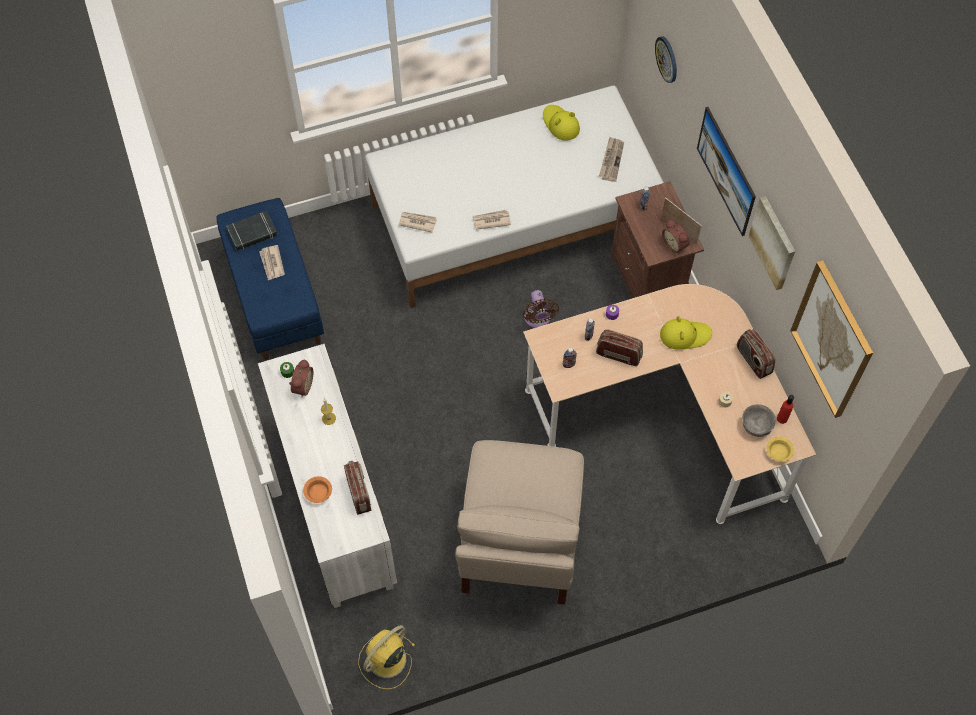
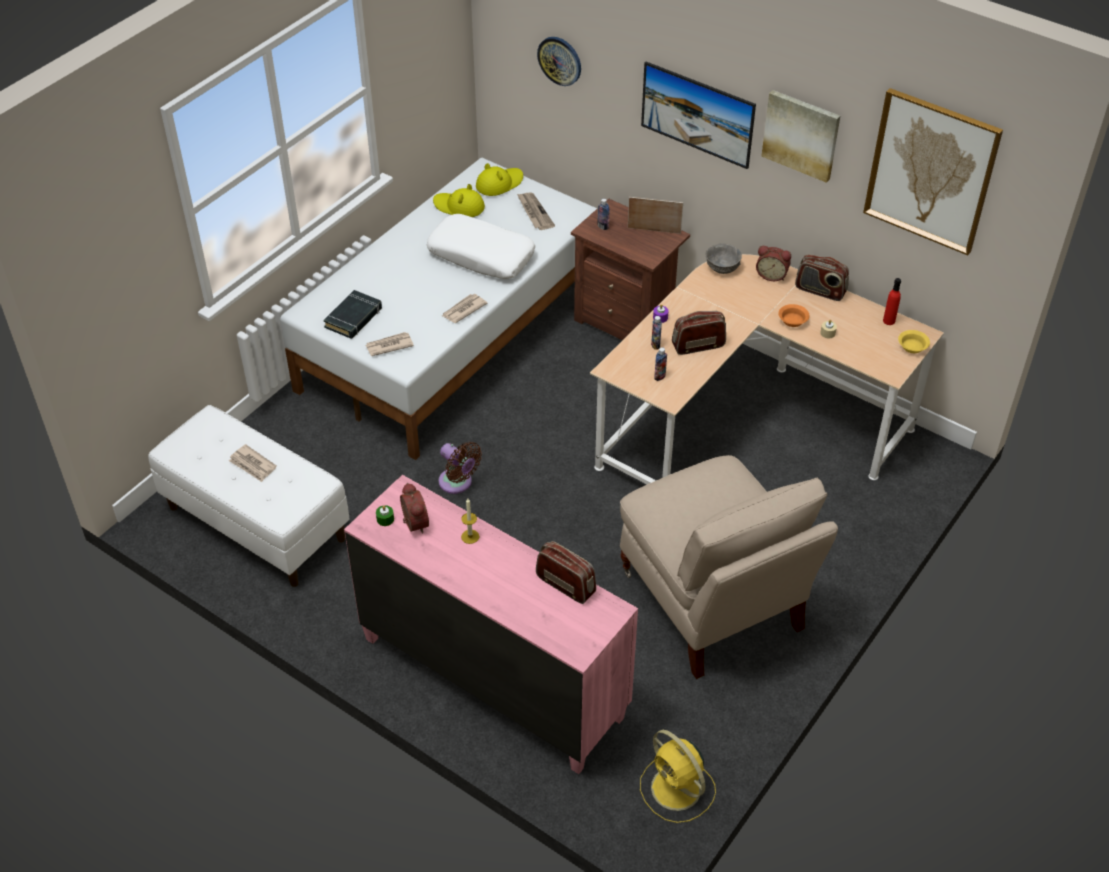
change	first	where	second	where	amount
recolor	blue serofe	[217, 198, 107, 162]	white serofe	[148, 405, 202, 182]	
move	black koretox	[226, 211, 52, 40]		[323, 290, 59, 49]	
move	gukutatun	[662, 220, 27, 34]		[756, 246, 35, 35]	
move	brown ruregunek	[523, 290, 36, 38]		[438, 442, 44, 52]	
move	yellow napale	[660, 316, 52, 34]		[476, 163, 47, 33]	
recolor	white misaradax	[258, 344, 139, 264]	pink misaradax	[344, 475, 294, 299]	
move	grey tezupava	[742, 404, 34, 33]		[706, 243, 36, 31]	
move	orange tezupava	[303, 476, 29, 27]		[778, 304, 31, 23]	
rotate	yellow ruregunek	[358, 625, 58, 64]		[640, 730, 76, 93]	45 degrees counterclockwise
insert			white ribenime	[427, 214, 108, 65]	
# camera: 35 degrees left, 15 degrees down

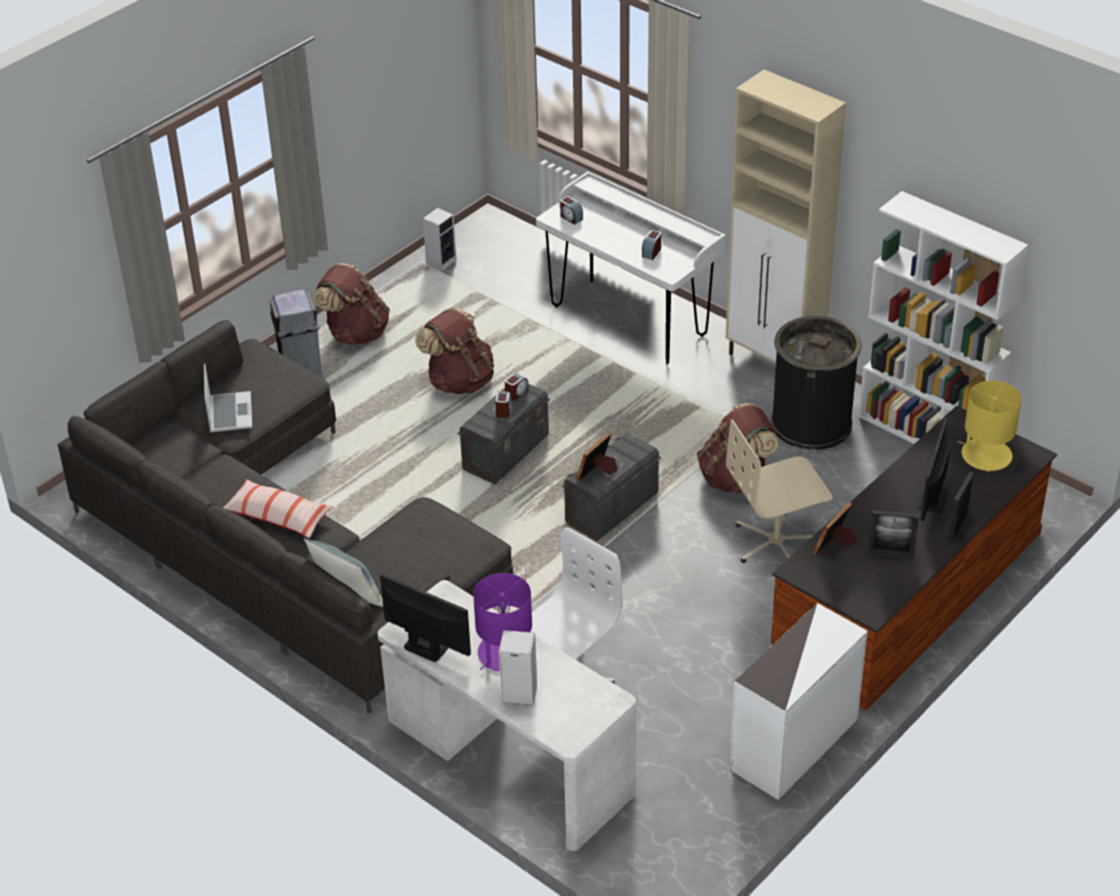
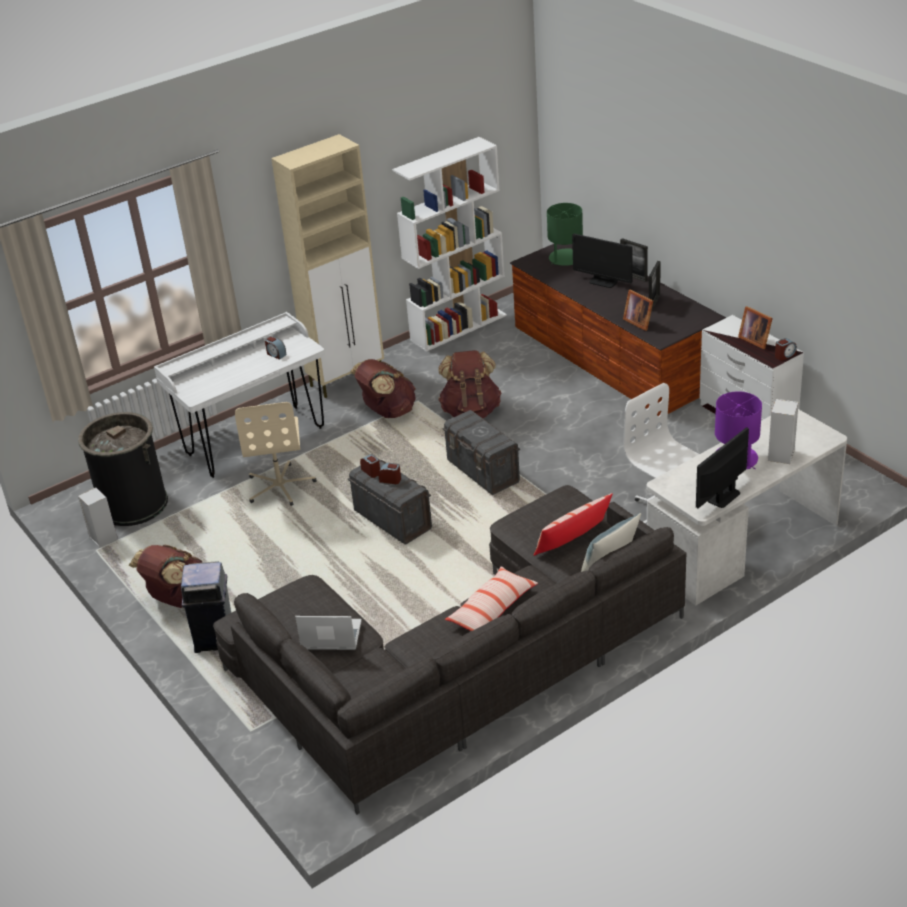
change	first	where	second	where	amount
move	gukutatun	[560, 196, 23, 29]		[775, 338, 22, 23]	
move	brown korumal	[415, 308, 79, 86]		[350, 359, 66, 59]	
move	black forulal	[771, 316, 91, 134]		[78, 412, 90, 114]	
recolor	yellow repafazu	[957, 381, 65, 91]	green repafazu	[547, 203, 36, 63]	
move	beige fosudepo	[726, 419, 107, 144]		[235, 402, 81, 104]	
move	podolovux	[576, 432, 42, 50]		[738, 306, 35, 43]	
insert			ribenime	[534, 493, 79, 63]	
# camera: 75 degrees left, 5 degrees down

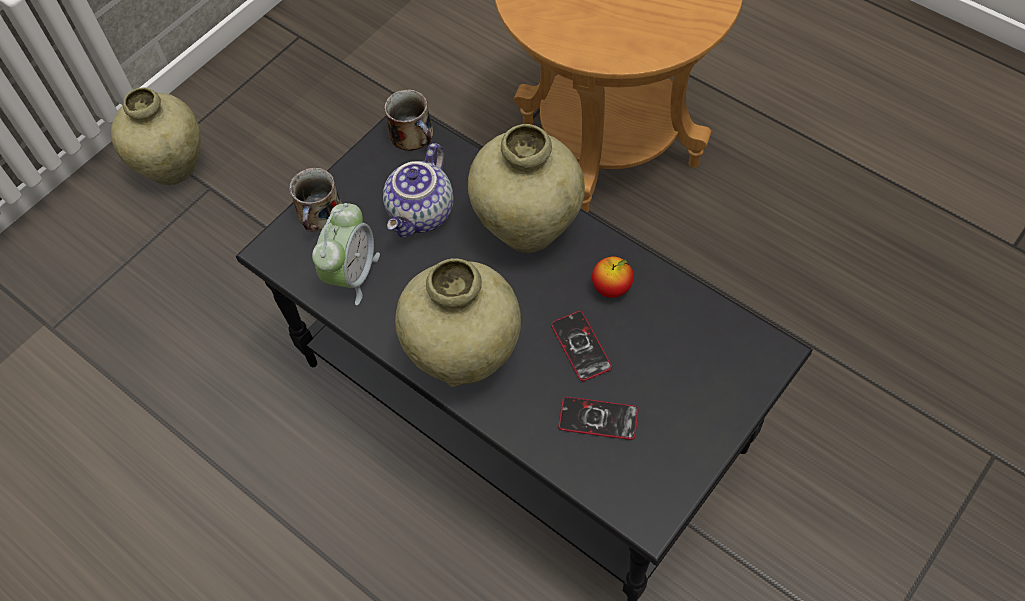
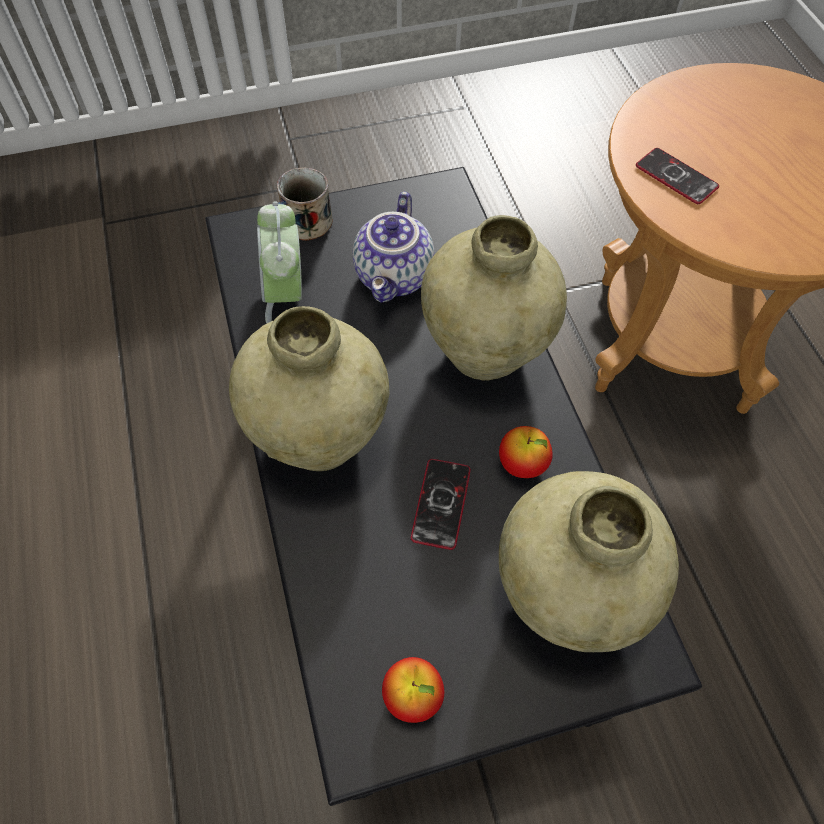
change	first	where	second	where	amount
move	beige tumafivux	[111, 87, 90, 98]		[499, 471, 180, 181]	
delete	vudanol	[384, 90, 49, 61]			
rotate	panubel	[383, 143, 71, 94]		[353, 192, 81, 111]	45 degrees counterclockwise
rotate	gukutatun	[312, 203, 68, 102]		[257, 201, 45, 122]	120 degrees clockwise
move	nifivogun	[558, 397, 81, 43]		[636, 148, 83, 56]	
insert			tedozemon	[382, 657, 62, 66]	
# camera: 30 degrees right, 0 degrees up

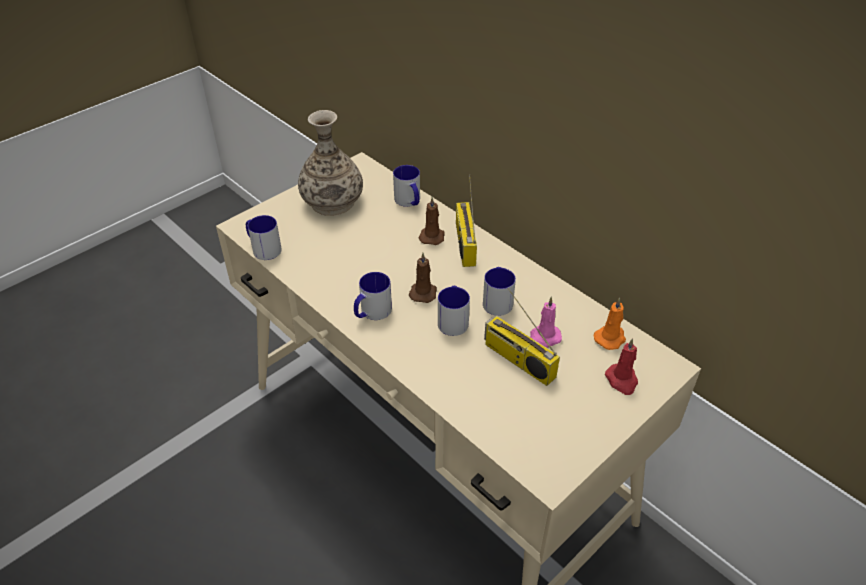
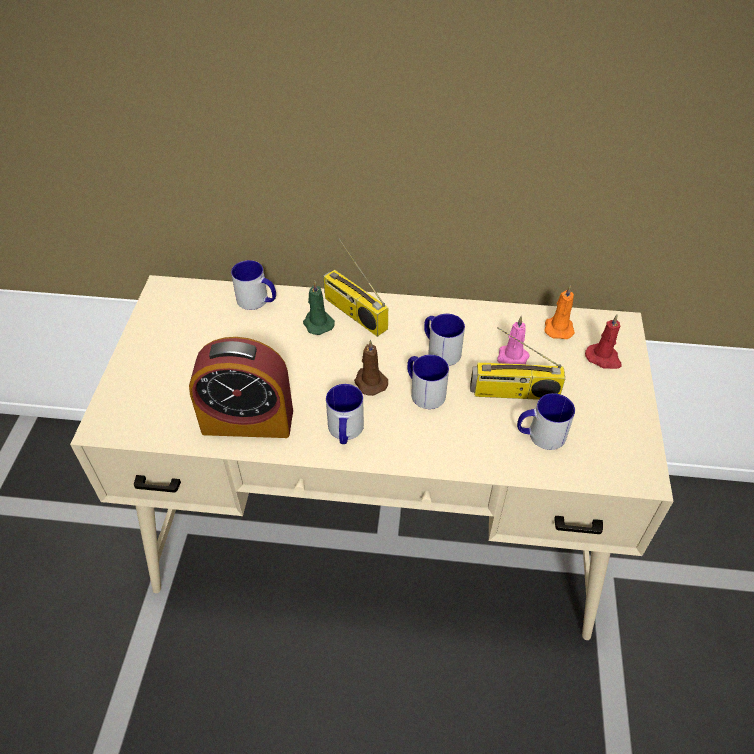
change	first	where	second	where	amount
delete	tumafivux	[298, 110, 65, 106]			
recolor	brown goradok	[419, 197, 26, 48]	green goradok	[303, 281, 32, 54]	
move	vudanol	[246, 215, 36, 45]		[517, 393, 58, 57]	
insert			gukutatun	[189, 337, 104, 101]	
# camera: 40 degrees left, 5 degrees up

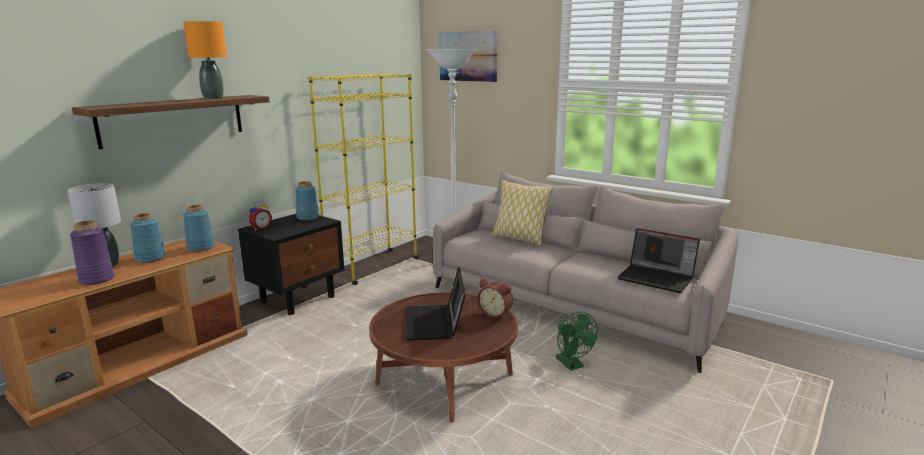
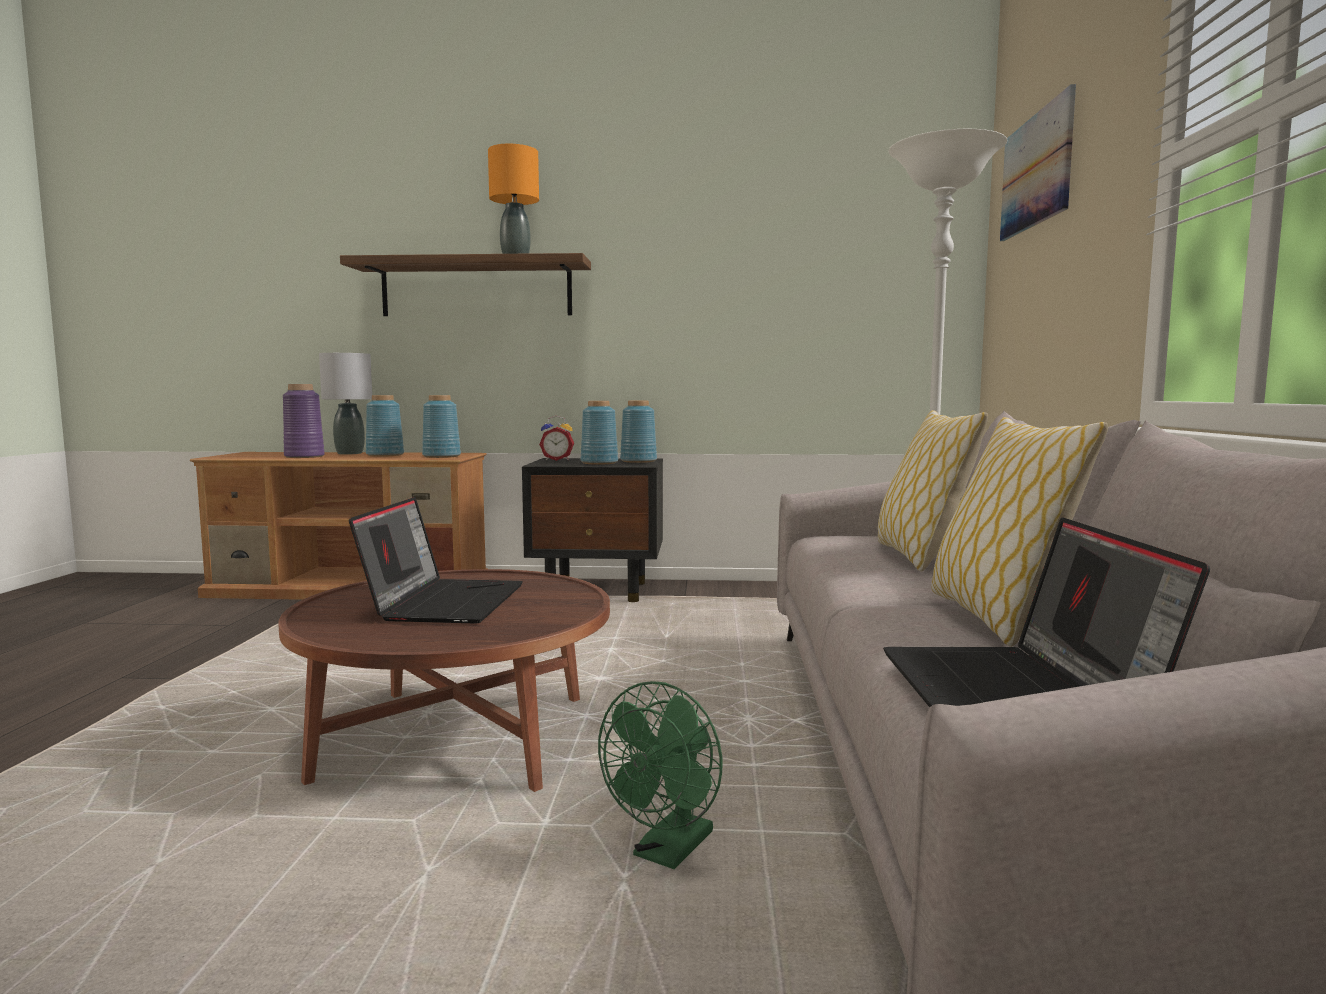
change	first	where	second	where	amount
delete	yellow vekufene	[309, 73, 110, 212]			
rotate	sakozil	[405, 267, 61, 73]		[349, 497, 174, 126]	135 degrees clockwise
delete	gukutatun	[477, 278, 36, 40]			
insert			blue tumafivux	[580, 401, 38, 64]	
insert			ribenime	[931, 417, 177, 230]	
# camera: 55 degrees right, 10 degrees down

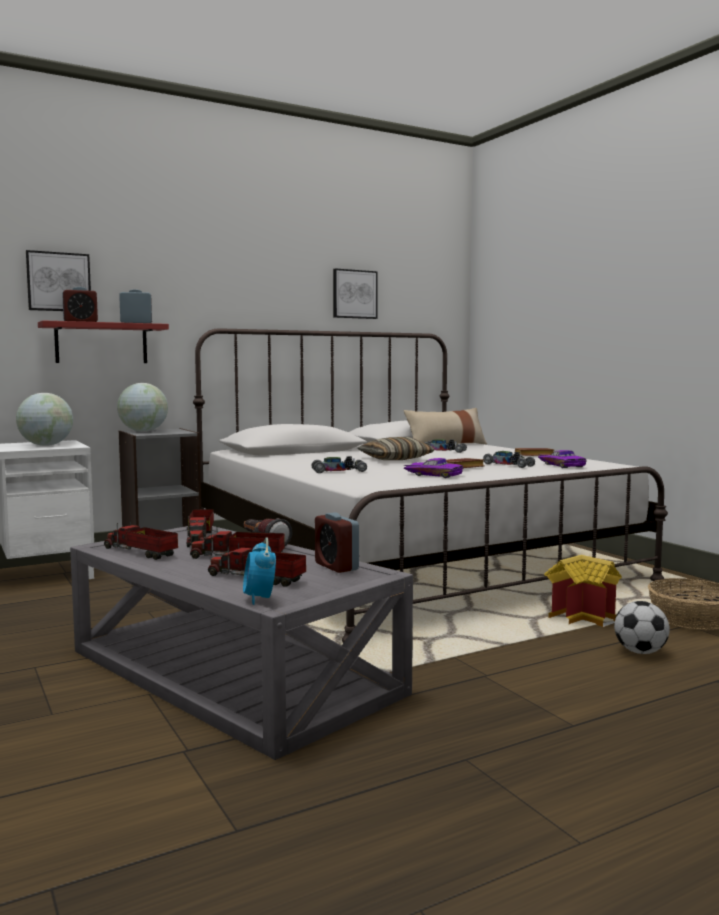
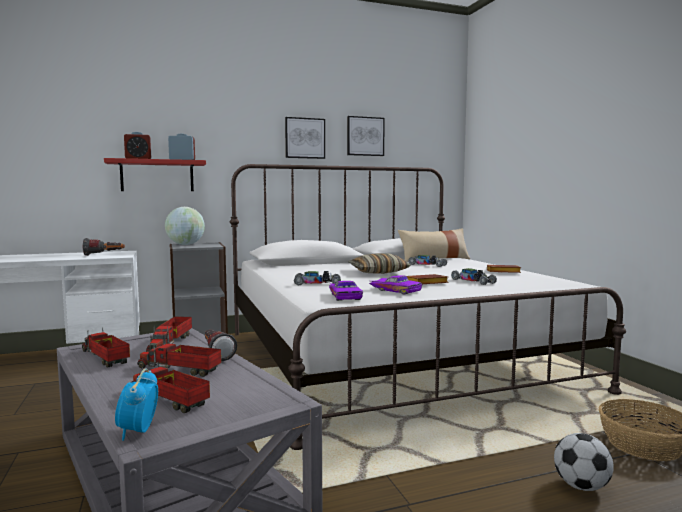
change	first	where	second	where	amount
move	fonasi	[26, 250, 65, 61]		[285, 117, 40, 42]	
replace	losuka	[16, 393, 57, 53]	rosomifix	[82, 238, 43, 18]	
move	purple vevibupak	[538, 450, 49, 18]		[329, 281, 34, 20]	
delete	gukutatun	[315, 513, 44, 60]			
delete	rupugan	[544, 555, 78, 72]			
# camera: 10 degrees right, 0 degrees up

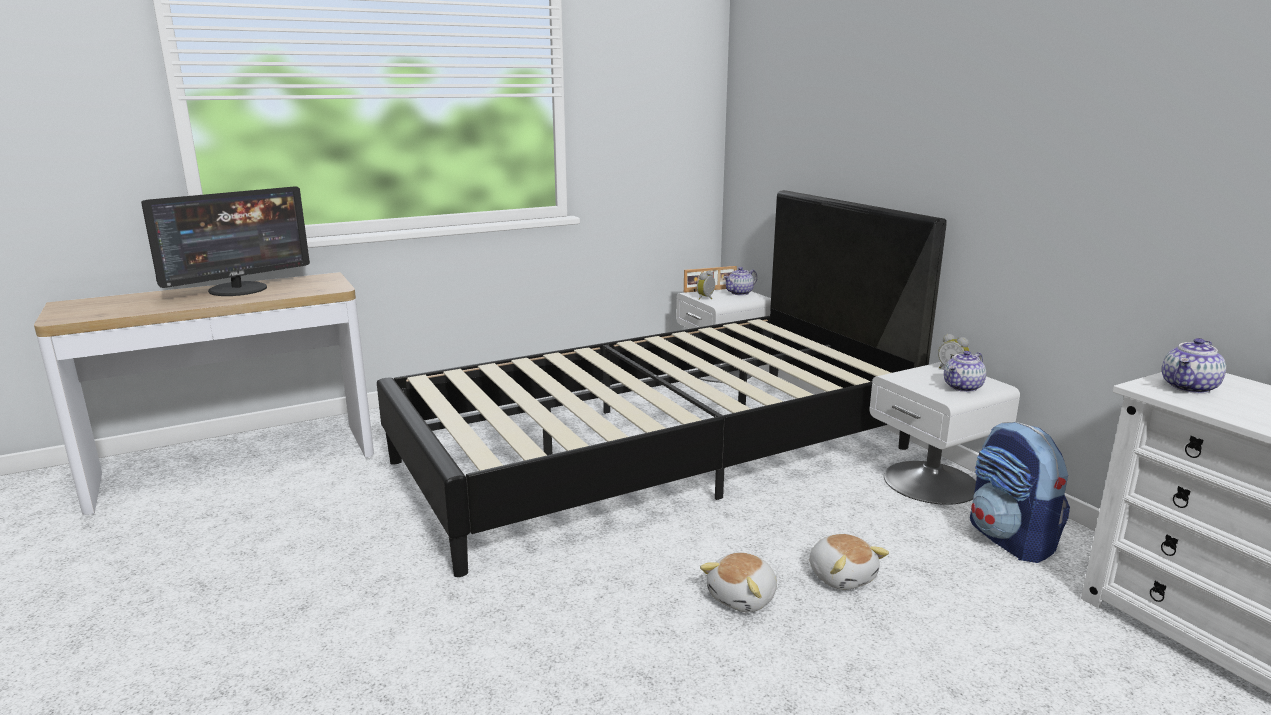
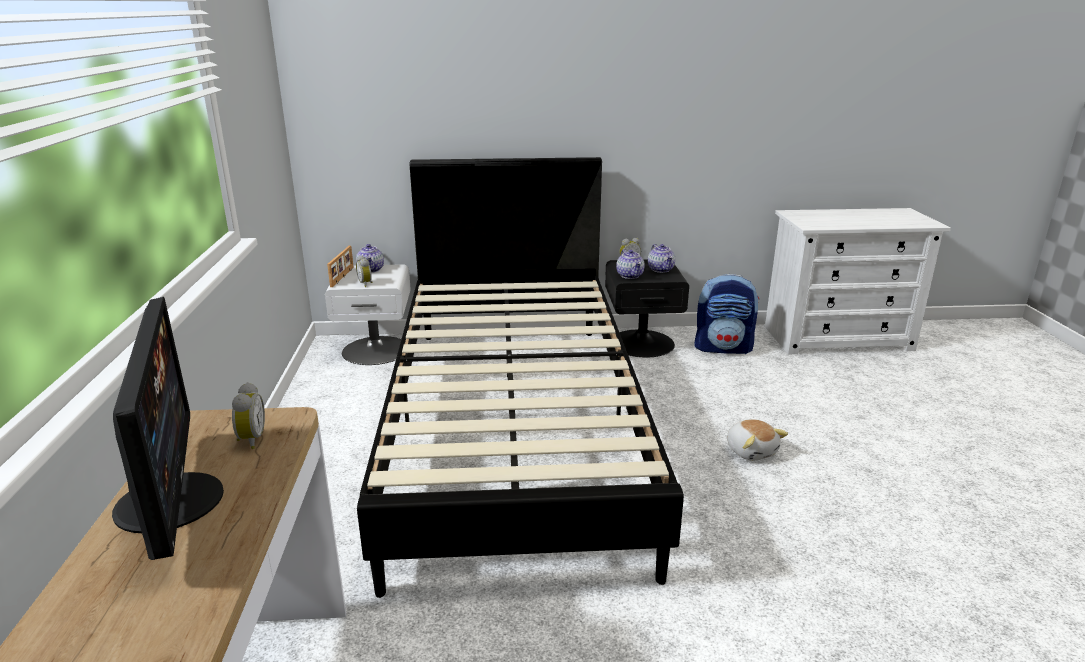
change	first	where	second	where	amount
move	panubel	[1162, 338, 64, 56]		[616, 249, 29, 30]	
recolor	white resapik	[869, 362, 151, 143]	black resapik	[605, 260, 84, 97]	
delete	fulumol	[809, 534, 80, 56]			
insert			gukutatun	[232, 382, 33, 67]	
# camera: 65 degrees left, 5 degrees up

